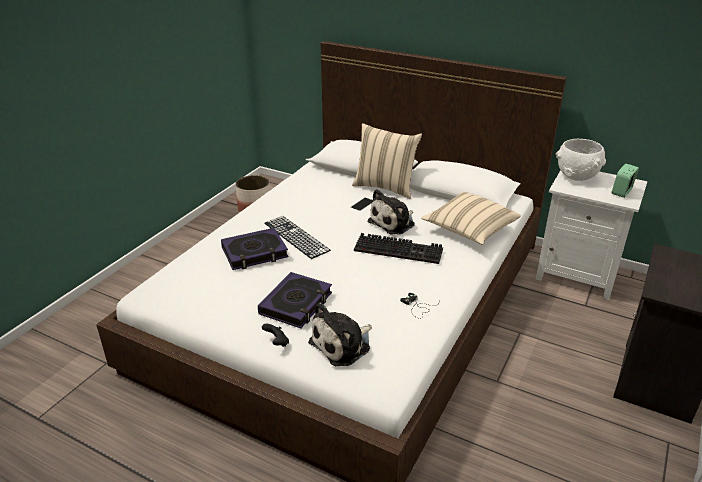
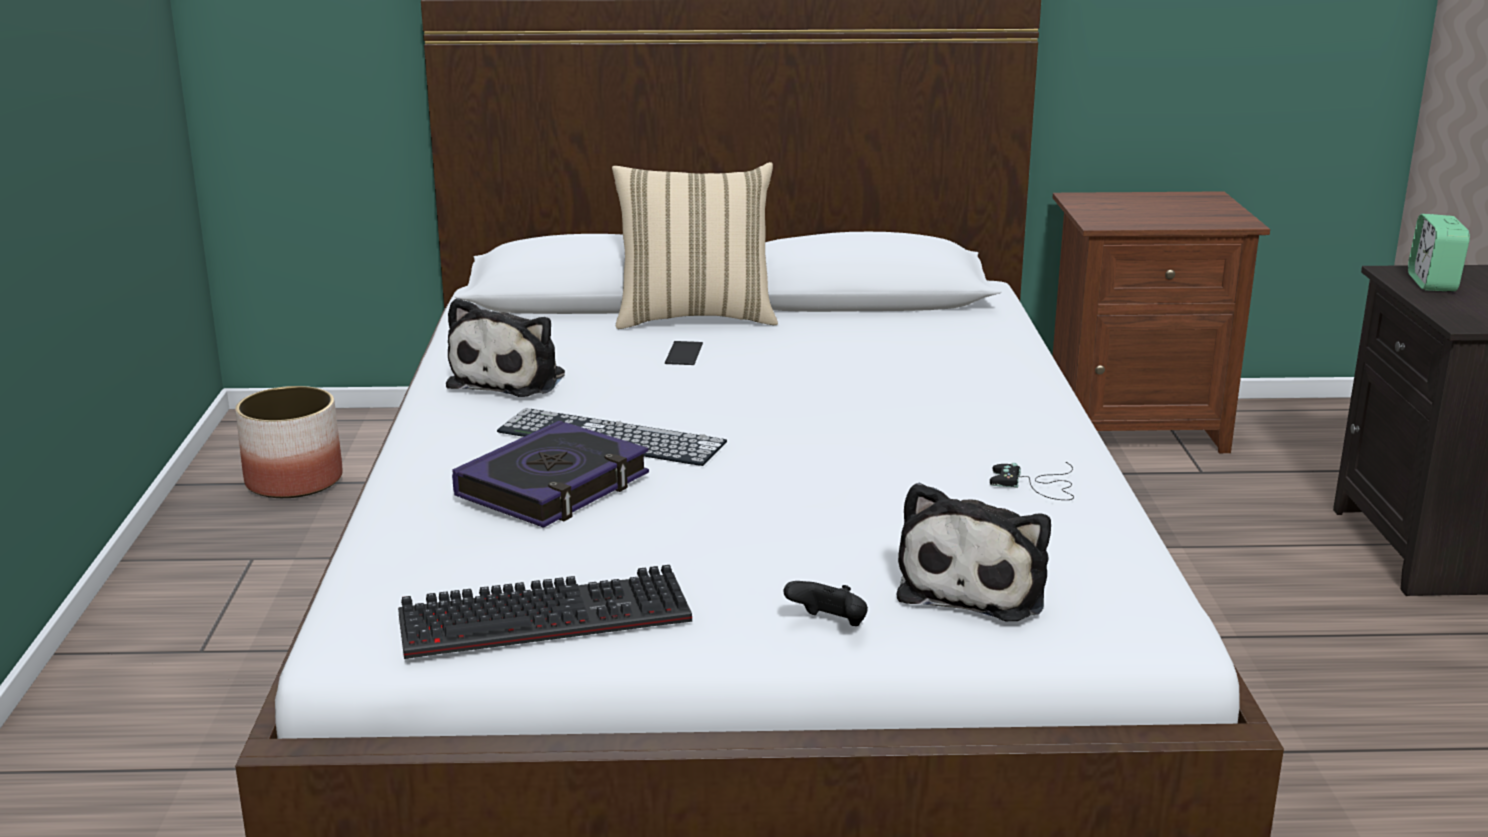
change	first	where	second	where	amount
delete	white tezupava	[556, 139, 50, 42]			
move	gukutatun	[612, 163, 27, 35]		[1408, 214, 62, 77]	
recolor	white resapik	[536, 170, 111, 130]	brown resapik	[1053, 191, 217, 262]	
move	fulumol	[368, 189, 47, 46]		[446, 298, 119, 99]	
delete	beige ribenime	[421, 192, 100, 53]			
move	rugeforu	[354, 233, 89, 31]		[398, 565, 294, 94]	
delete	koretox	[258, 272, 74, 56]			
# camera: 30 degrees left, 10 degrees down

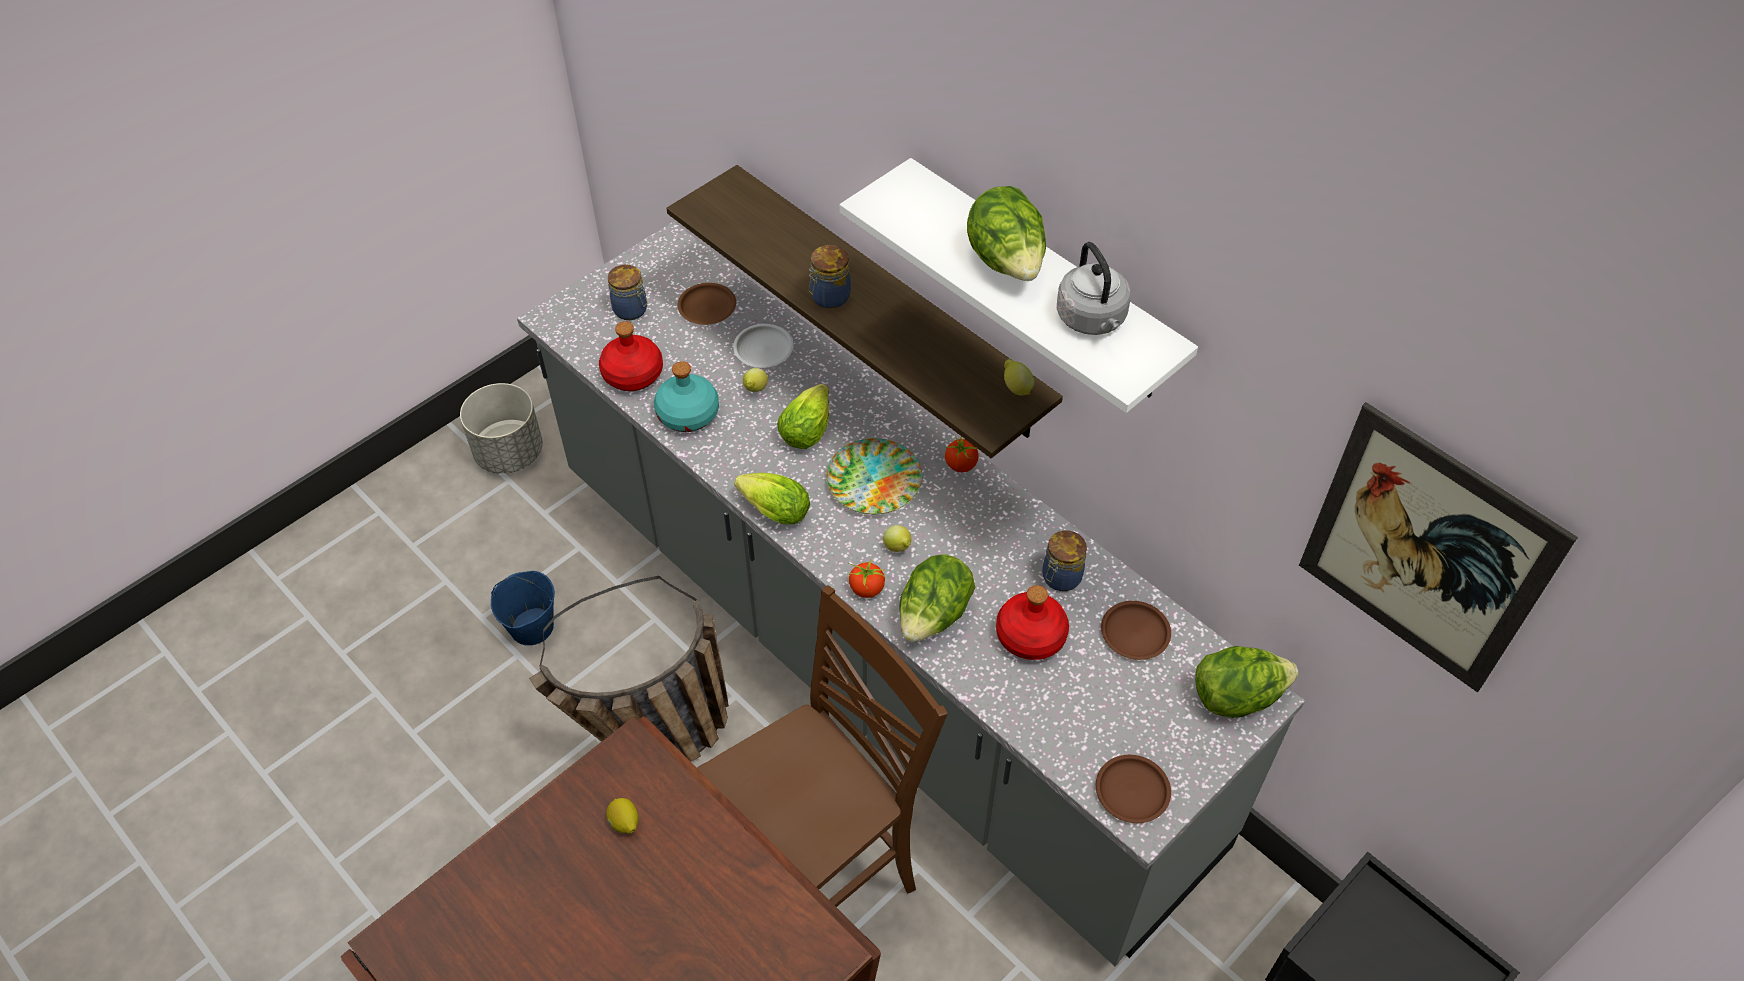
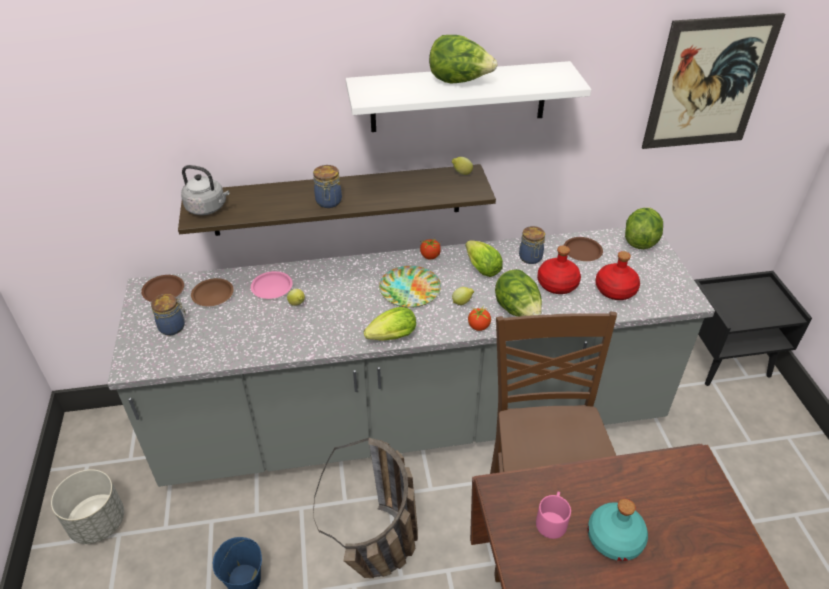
change	first	where	second	where	amount
move	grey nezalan	[1057, 242, 74, 93]		[181, 165, 48, 50]	
move	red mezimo	[599, 321, 64, 70]		[595, 251, 45, 49]	
recolor	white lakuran	[733, 324, 61, 44]	pink lakuran	[251, 271, 42, 28]	
move	turquoise mezimo	[654, 361, 65, 71]		[588, 499, 60, 62]	
move	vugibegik	[777, 384, 52, 65]		[466, 240, 37, 37]	
move	brown lakuran	[1096, 755, 75, 68]		[141, 275, 43, 27]	
replace	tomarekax	[607, 798, 32, 36]	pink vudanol	[536, 492, 35, 47]	
# camera: 55 degrees left, 10 degrees down

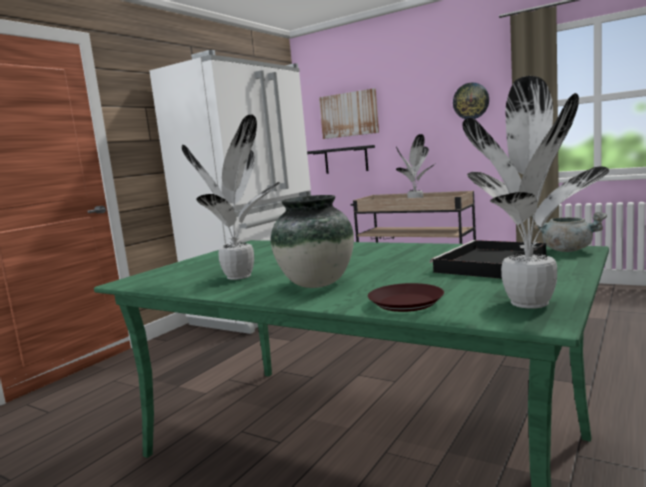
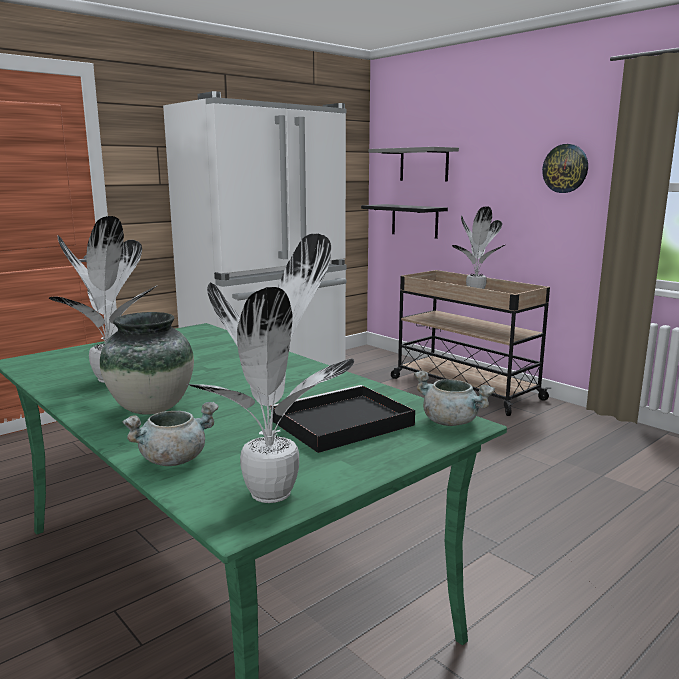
change	first	where	second	where	amount
replace	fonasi	[319, 88, 60, 51]	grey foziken	[369, 147, 90, 34]	
replace	brown lakuran	[368, 283, 76, 29]	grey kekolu	[123, 402, 96, 64]	
# camera: 15 degrees right, 5 degrees up

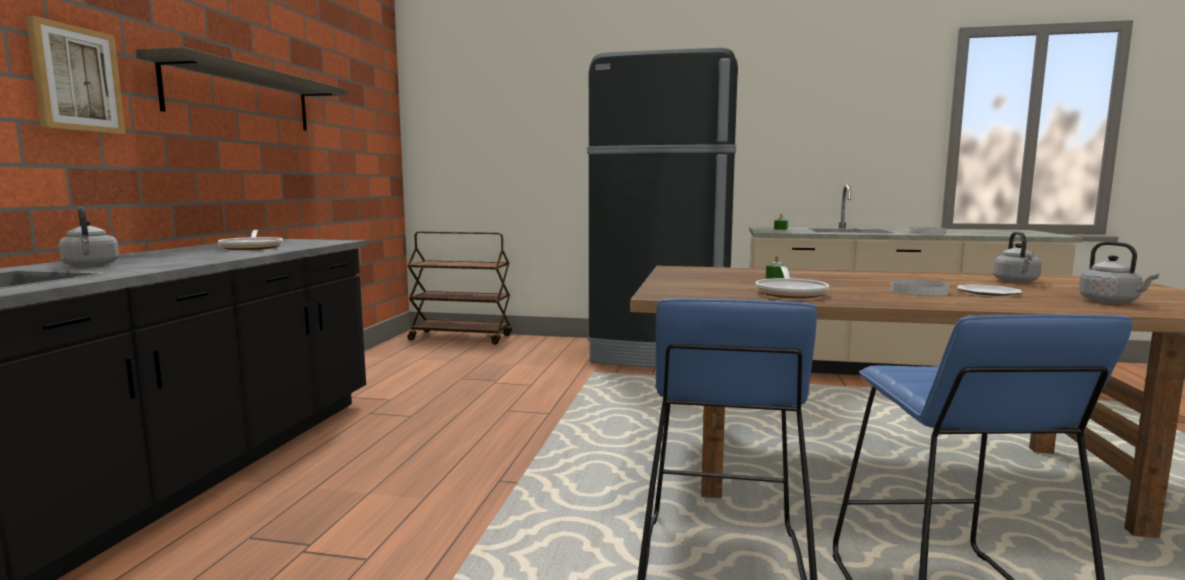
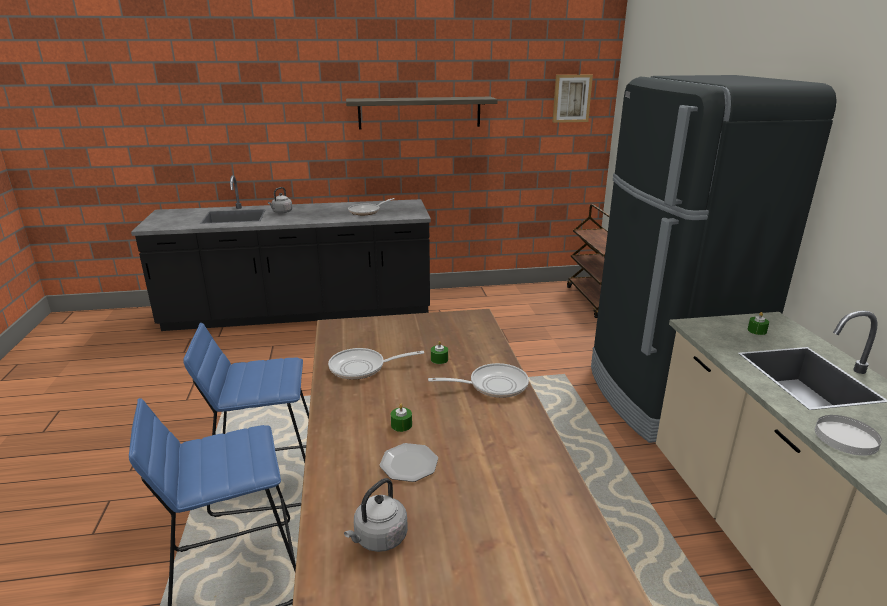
change	first	where	second	where	amount
move	fonasi	[26, 15, 100, 119]		[553, 75, 40, 48]	
delete	grey nezalan	[993, 232, 49, 51]			
replace	white lakuran	[890, 279, 59, 17]	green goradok	[391, 404, 21, 28]	
insert			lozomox	[428, 363, 101, 35]	
# camera: 70 degrees right, 15 degrees up

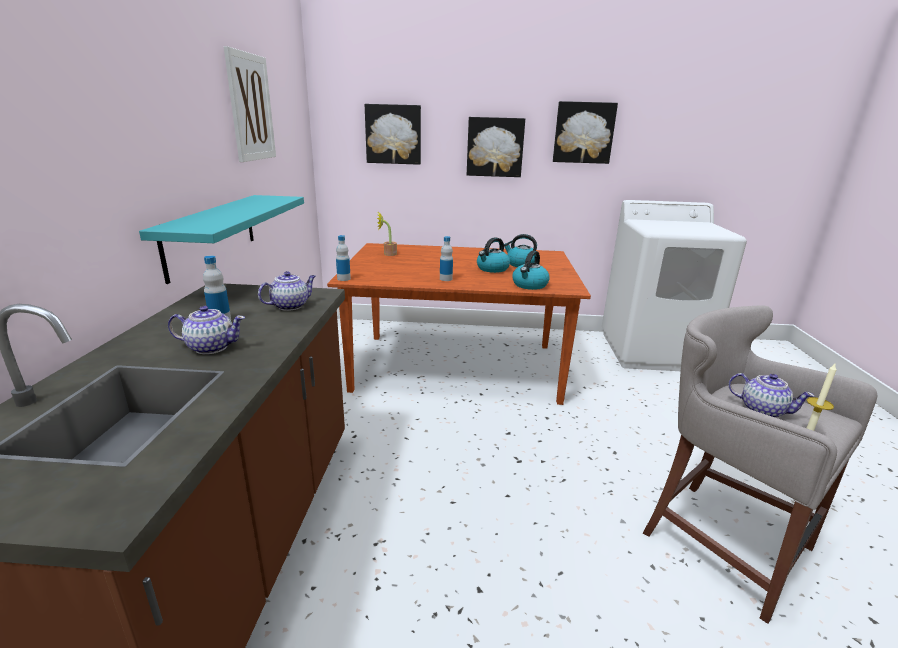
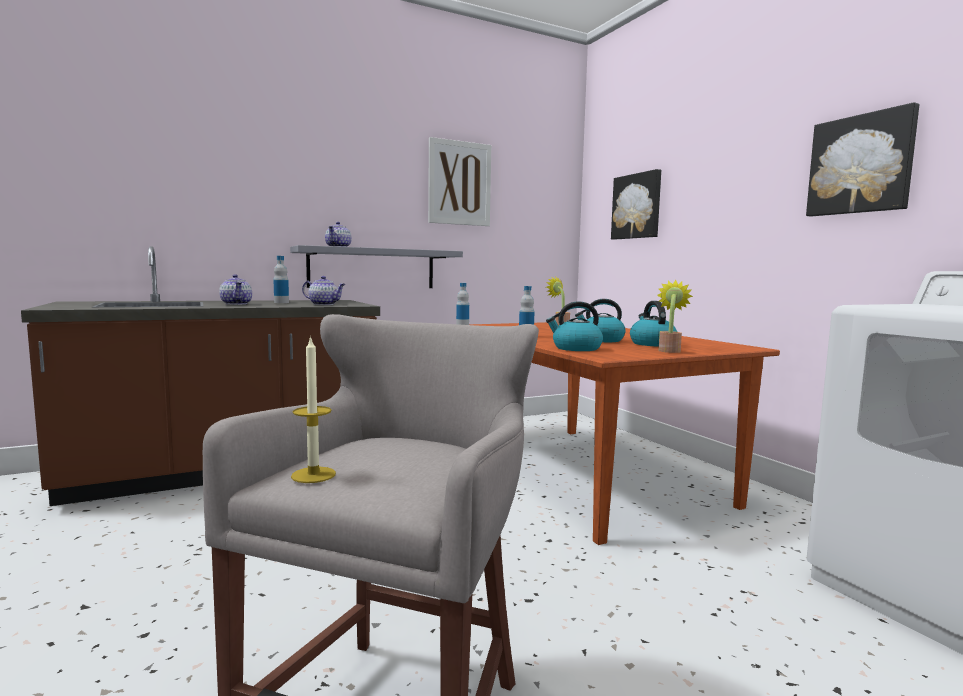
change	first	where	second	where	amount
delete	fonasi	[467, 117, 58, 60]			
recolor	turquoise foziken	[139, 195, 165, 89]	grey foziken	[290, 245, 173, 43]	
move	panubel	[729, 373, 86, 45]		[325, 222, 27, 25]	
insert			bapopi	[657, 280, 36, 73]	
# camera: 60 degrees right, 15 degrees down

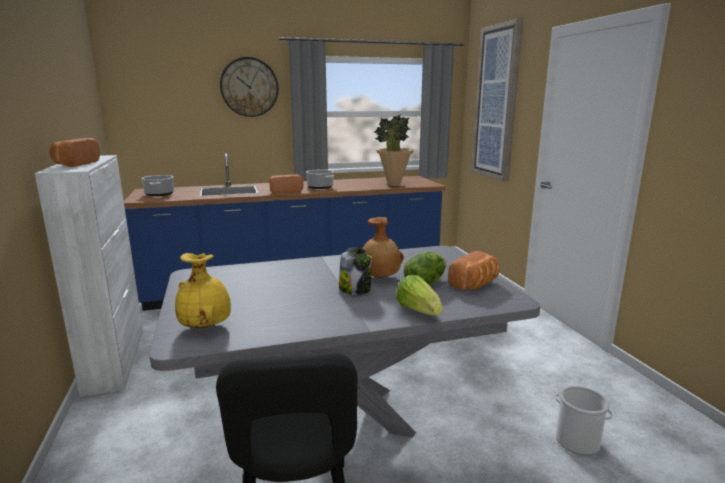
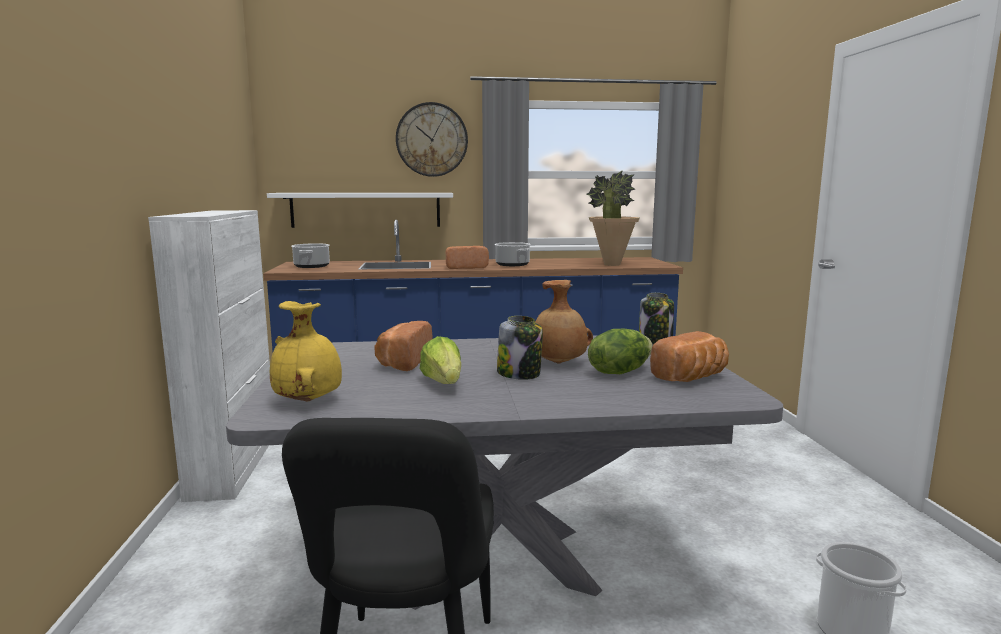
change	first	where	second	where	amount
delete	fonasi	[472, 18, 51, 163]			
move	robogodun	[49, 138, 51, 29]		[374, 321, 59, 50]	
move	vugibegik	[396, 275, 47, 41]		[420, 336, 41, 48]	
insert			white foziken	[267, 193, 186, 35]	
insert			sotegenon	[639, 293, 35, 52]	
# camera: 10 degrees right, 5 degrees down

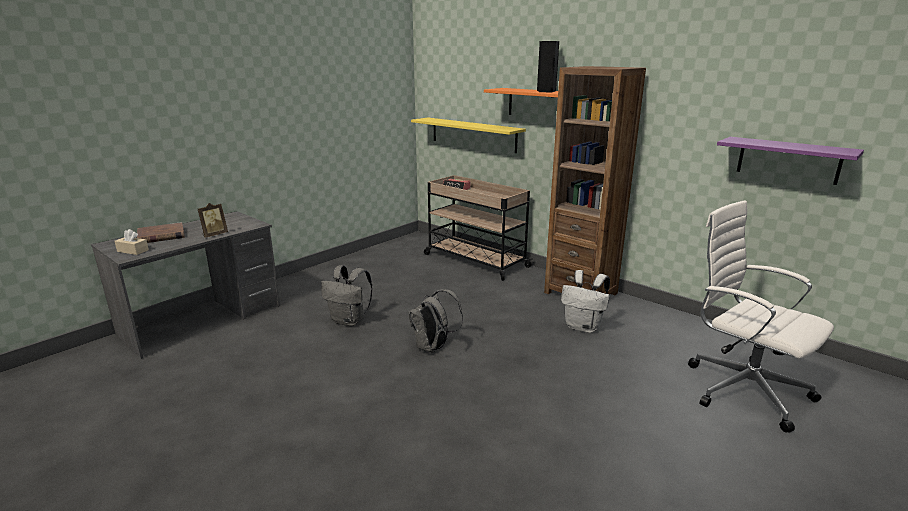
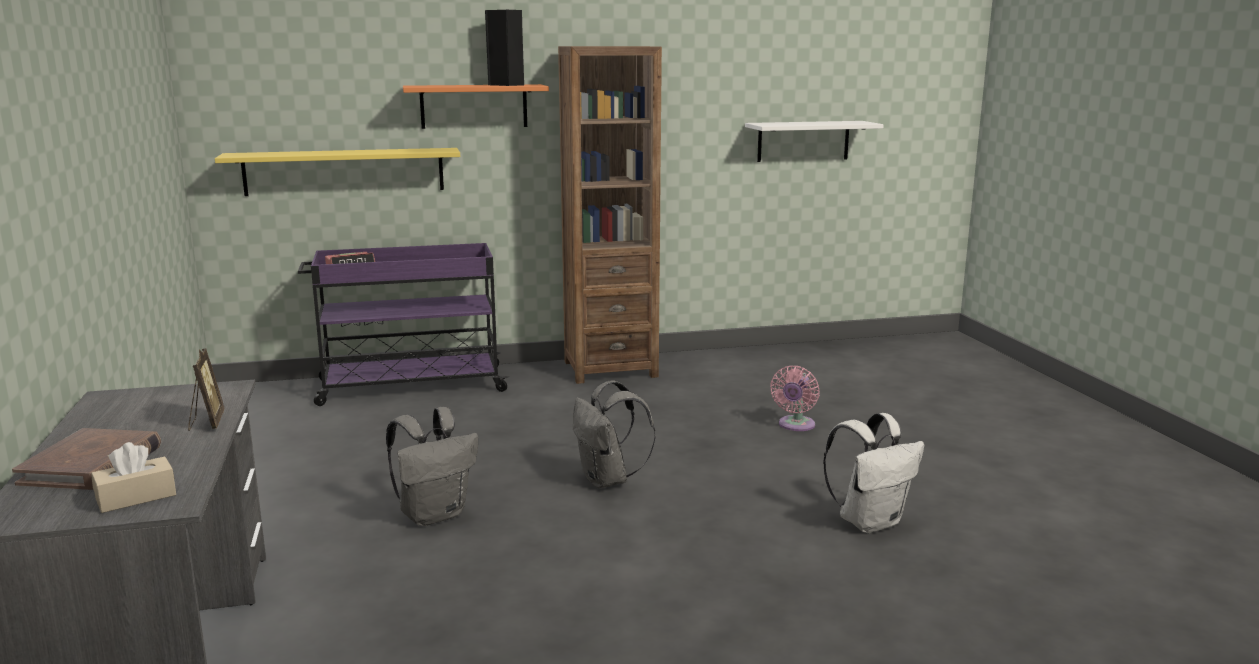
change	first	where	second	where	amount
recolor	purple foziken	[717, 137, 147, 48]	white foziken	[745, 121, 139, 41]	
recolor	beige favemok	[424, 175, 109, 106]	purple favemok	[298, 243, 211, 163]	
delete	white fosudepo	[688, 200, 146, 233]			
move	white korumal	[561, 270, 49, 63]		[823, 413, 101, 120]	
insert			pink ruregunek	[770, 366, 49, 65]	
# camera: 55 degrees left, 5 degrees down

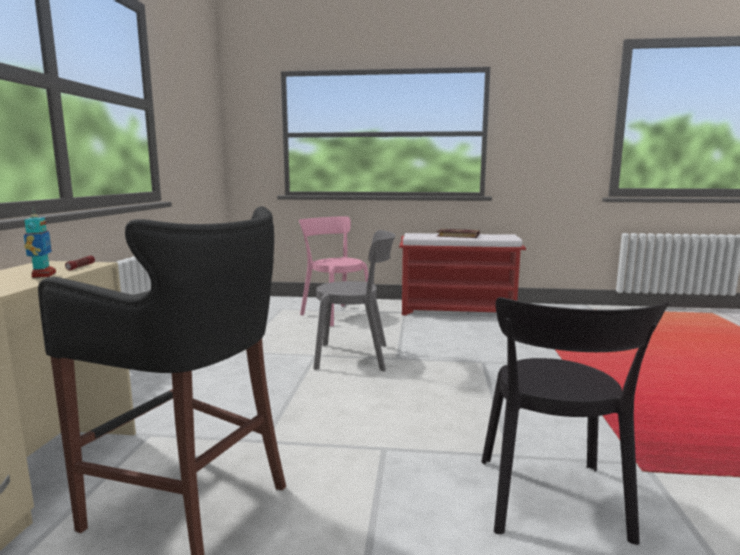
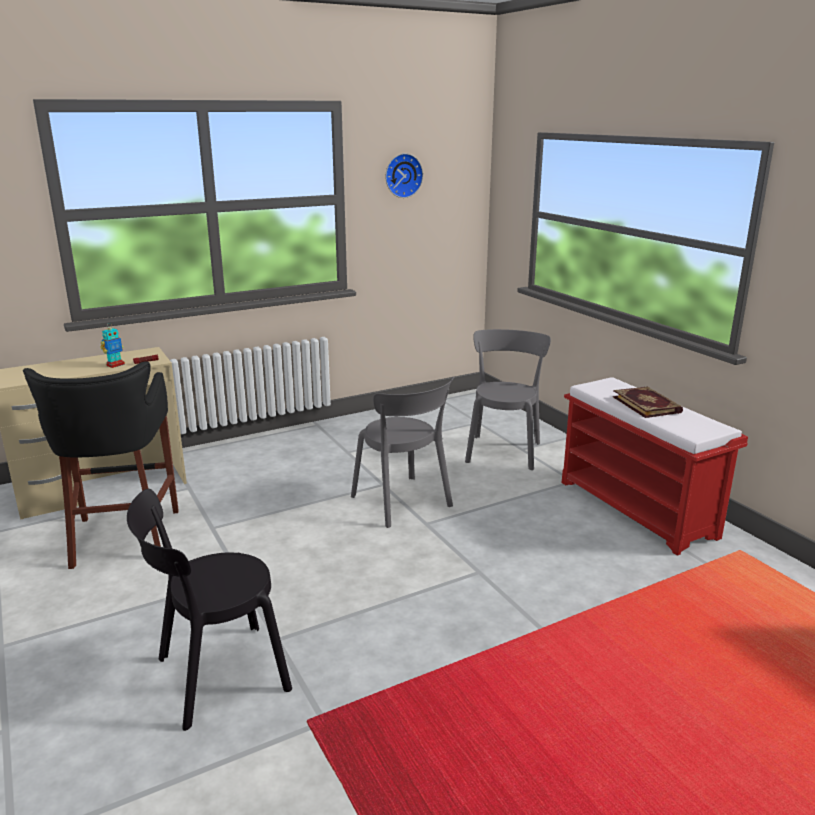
change	first	where	second	where	amount
recolor	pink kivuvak	[299, 216, 69, 111]	grey kivuvak	[465, 329, 86, 141]	
insert			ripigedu	[385, 153, 38, 45]	
# camera: 55 degrees right, 10 degrees up

